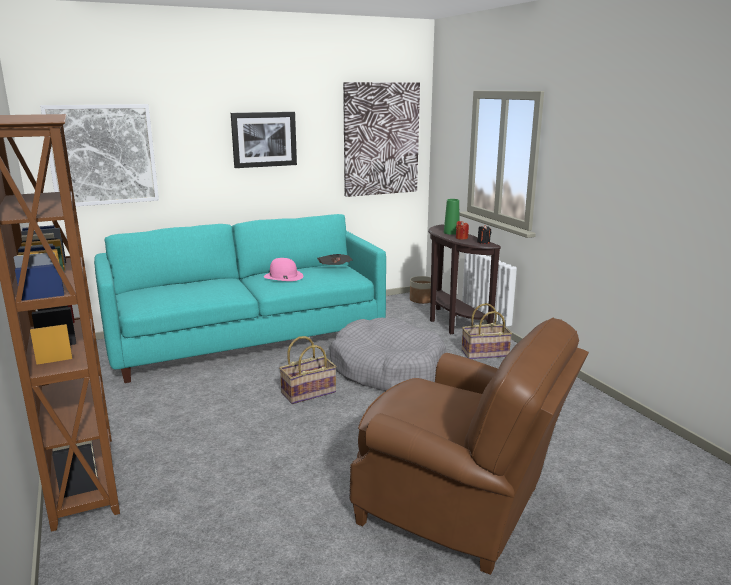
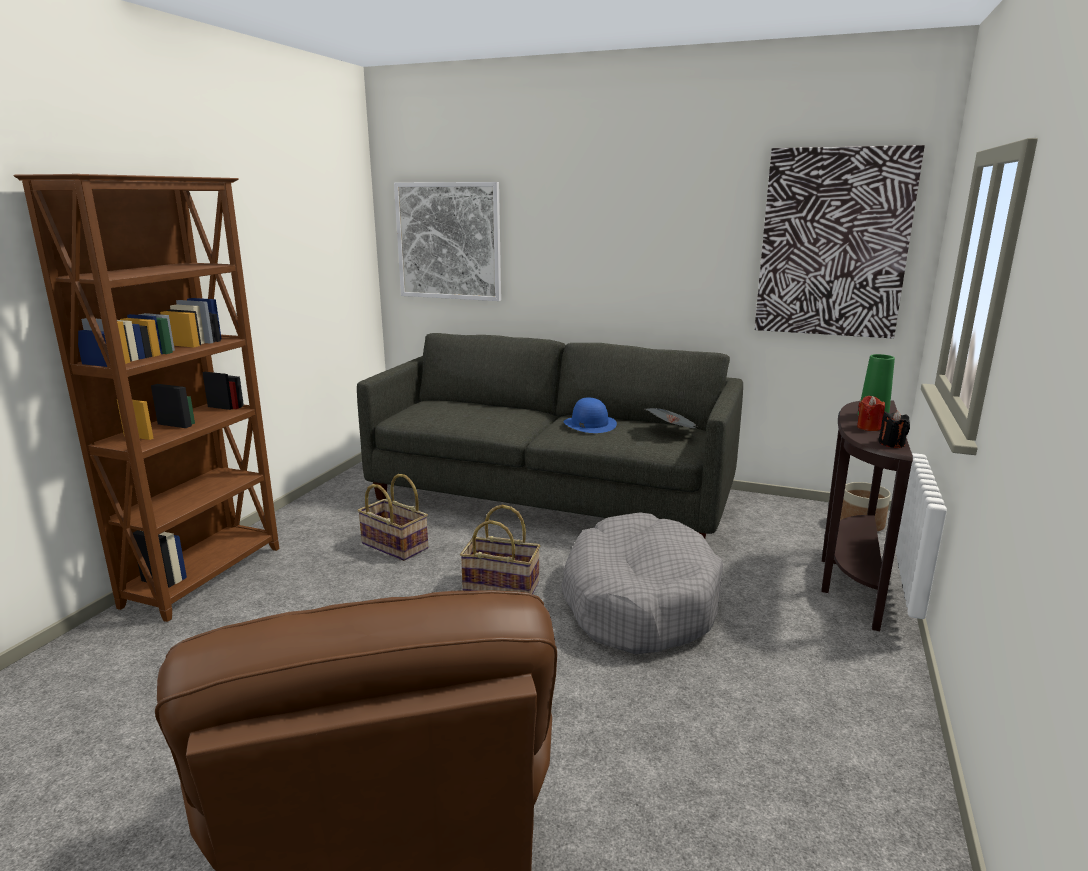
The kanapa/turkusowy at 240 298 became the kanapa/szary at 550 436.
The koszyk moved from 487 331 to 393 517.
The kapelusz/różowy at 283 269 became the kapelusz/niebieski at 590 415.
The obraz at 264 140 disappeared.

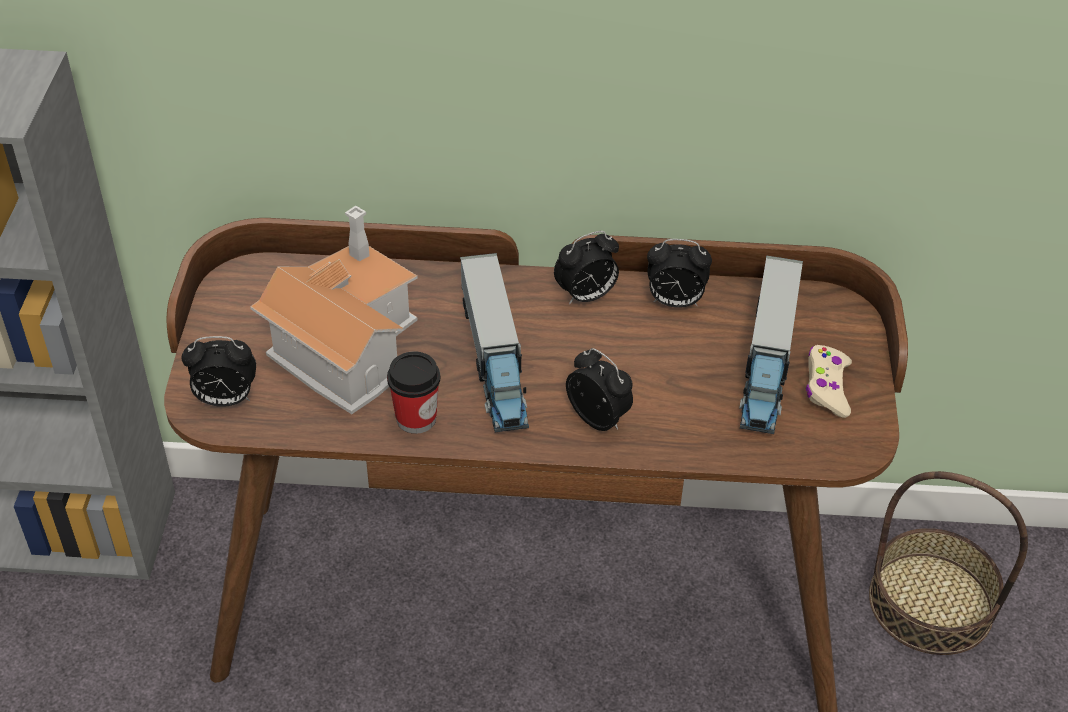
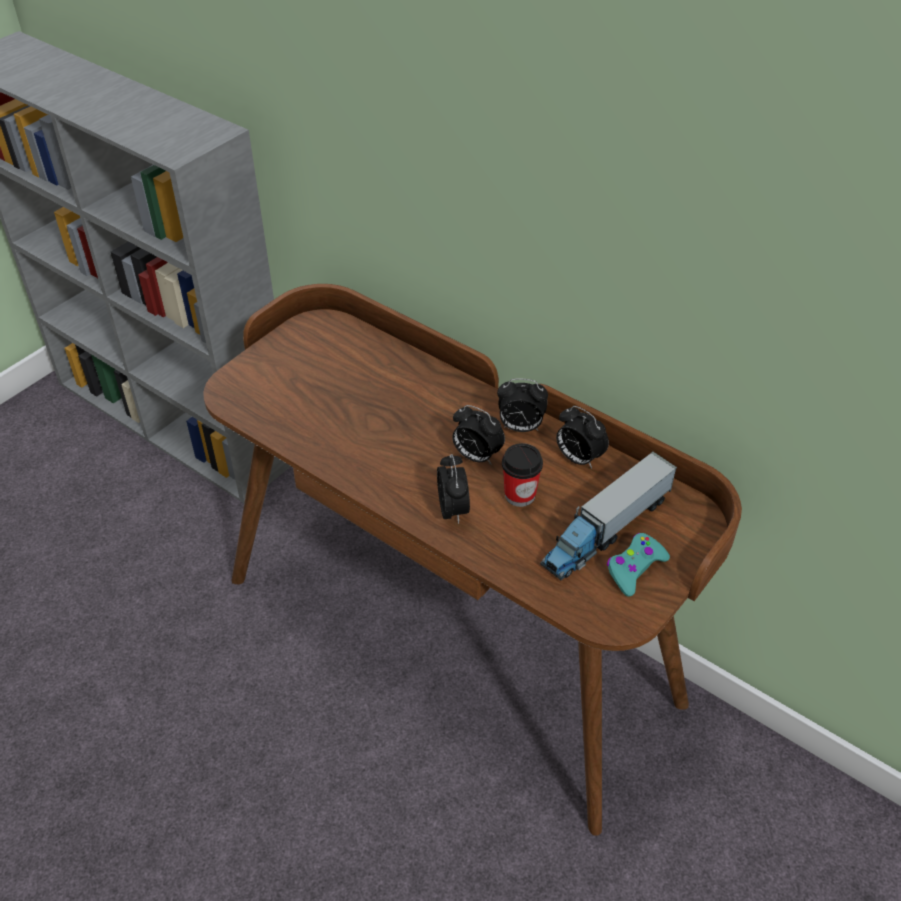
The budzik moved from 218 371 to 478 435.
The filiżanka moved from 414 392 to 522 475.
The pad do gier/beżowy at 829 381 became the pad do gier/turkusowy at 638 565.
The domek at 334 309 disappeared.
The ciężarówka zabawkowa at 494 342 disappeared.
The koszyk at 948 563 disappeared.

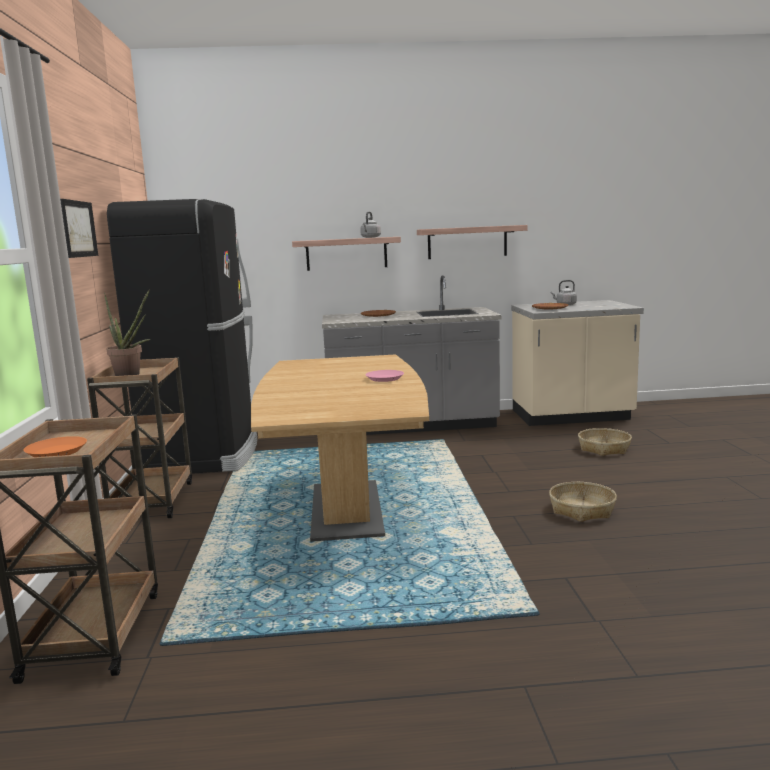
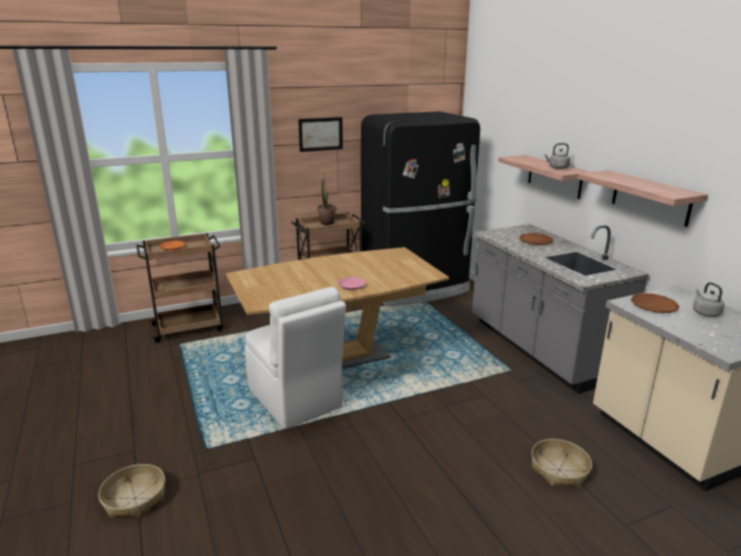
The koszyk moved from 583 502 to 131 491.
The krzesło/biały at 295 358 appeared.

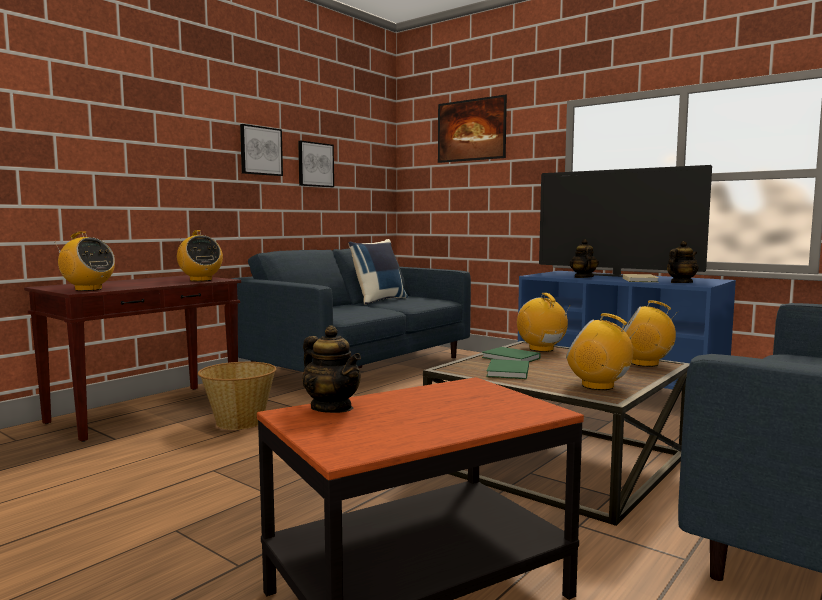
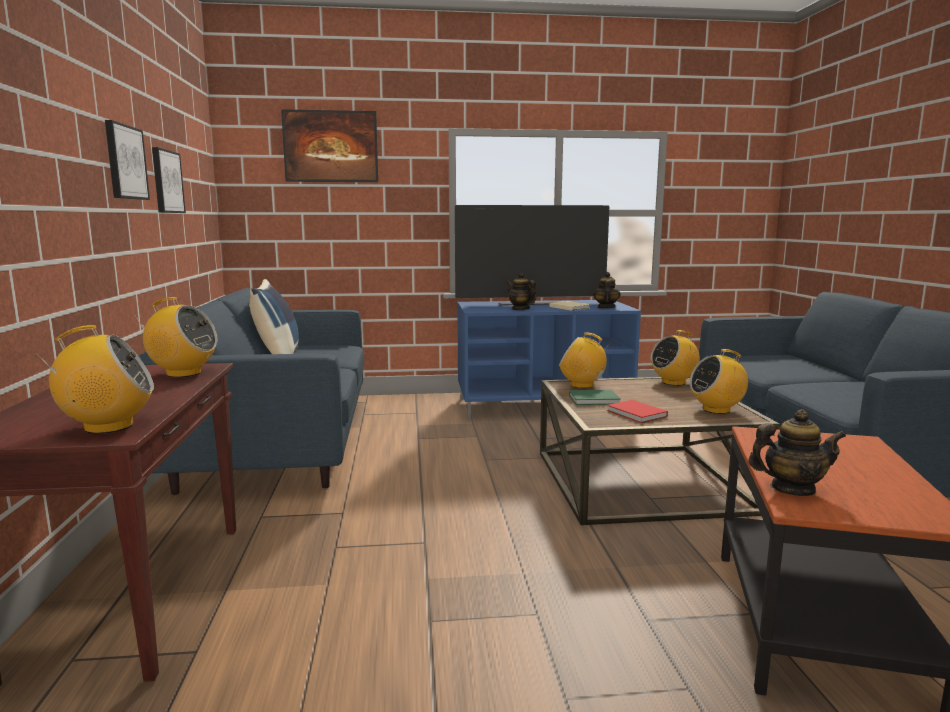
The książka/zielony at 507 369 became the książka/czerwony at 637 411.
The koszyk at 237 396 disappeared.

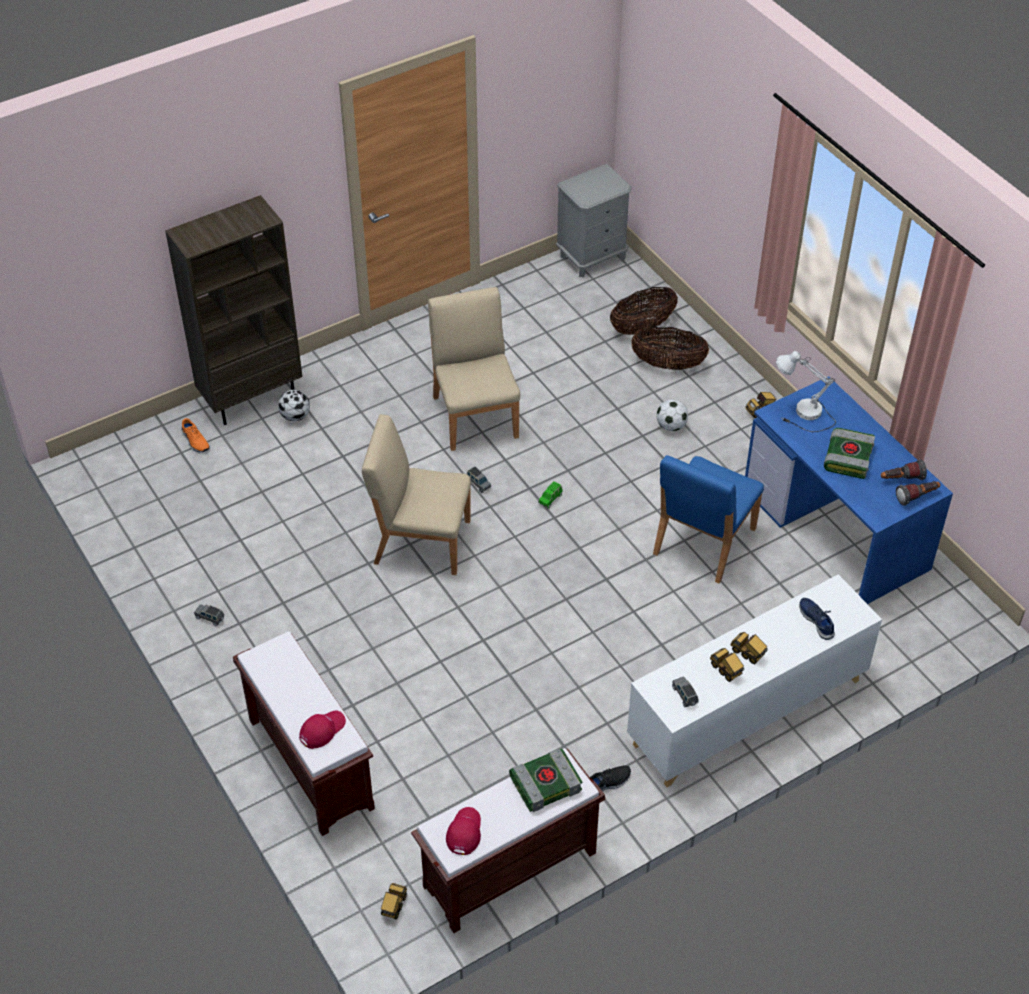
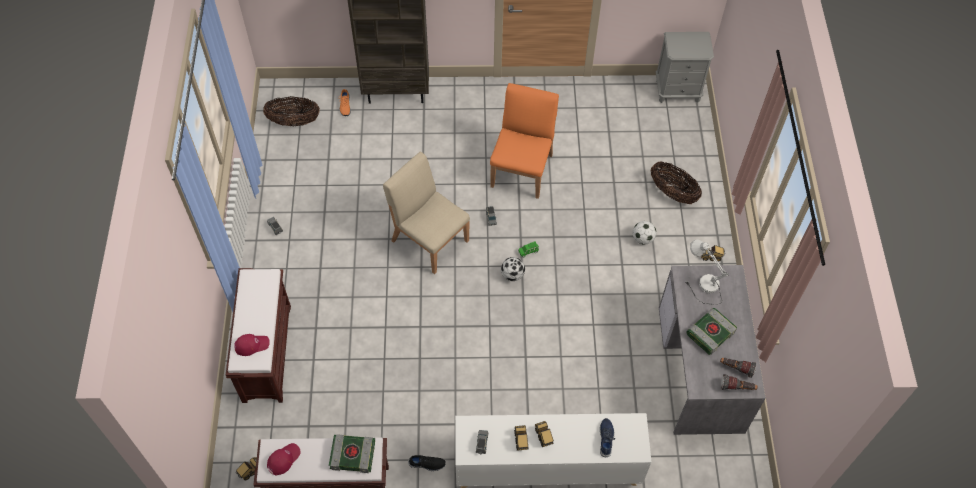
The koszyk moved from 644 311 to 291 111.
The krzesło/beżowy at 474 369 became the krzesło/pomarańczowy at 524 141.
The piłka futbolowa moved from 294 405 to 513 269.
The biurko/niebieski at 849 490 became the biurko/szary at 712 350.
The krzesło/niebieski at 708 519 disappeared.

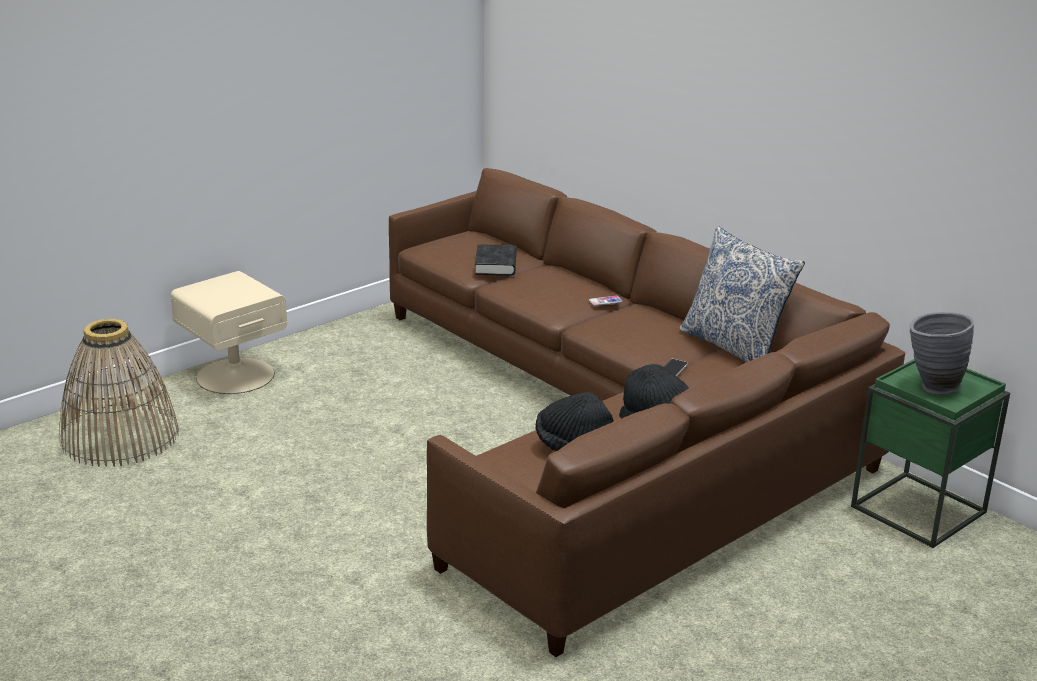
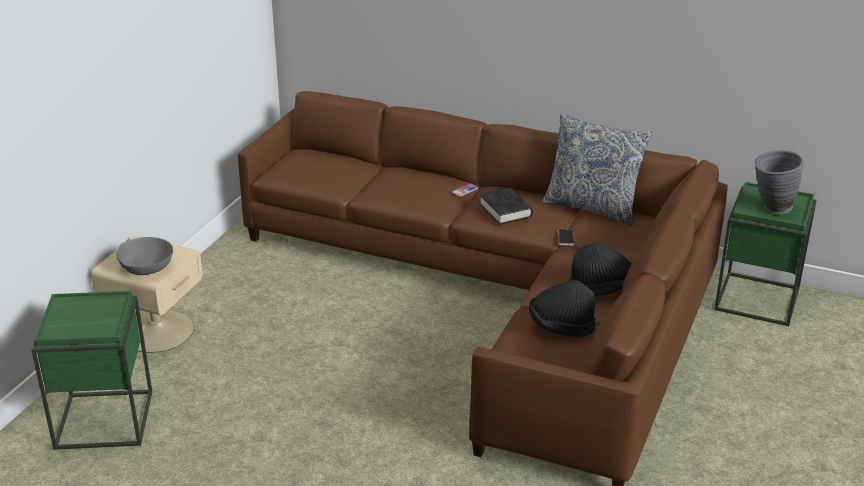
The koszyk at 119 393 was replaced by the stolik/zielony at 91 370.
The miska/szary at 144 256 appeared.
The książka/czarny moved from 496 259 to 506 206.

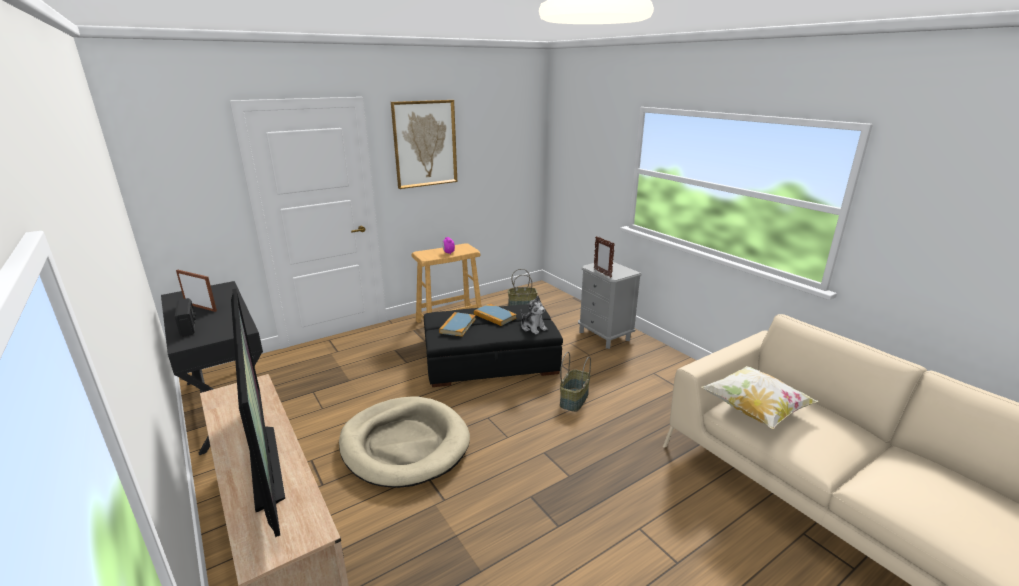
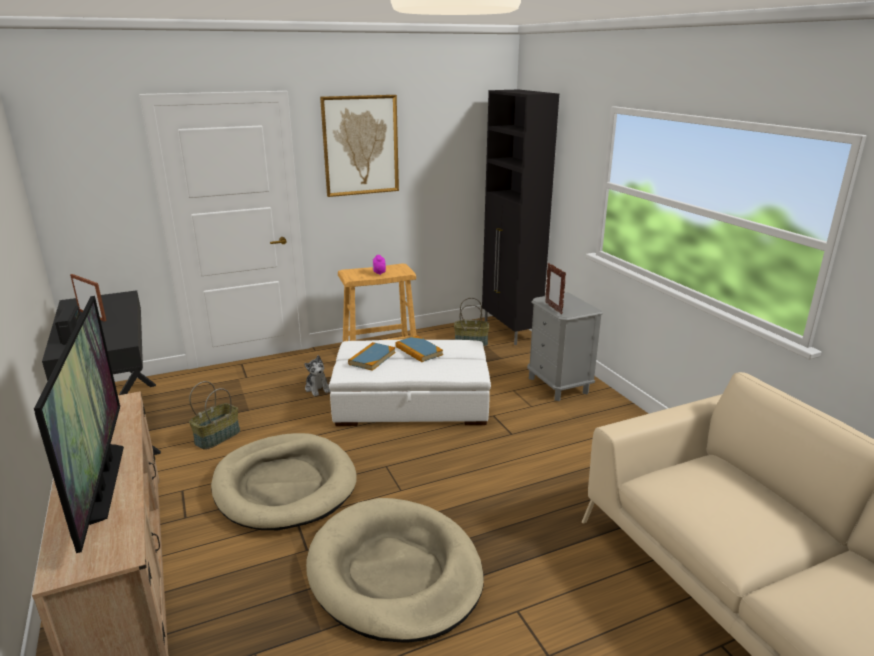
The koszyk moved from 575 382 to 214 415.
The pluszak moved from 534 315 to 317 375.
The legowisko/beżowy at 395 570 appeared.
The pufa/czarny at 493 345 became the pufa/biały at 410 383.
The szafka/czarny at 520 217 appeared.
The poduszka at 759 397 disappeared.

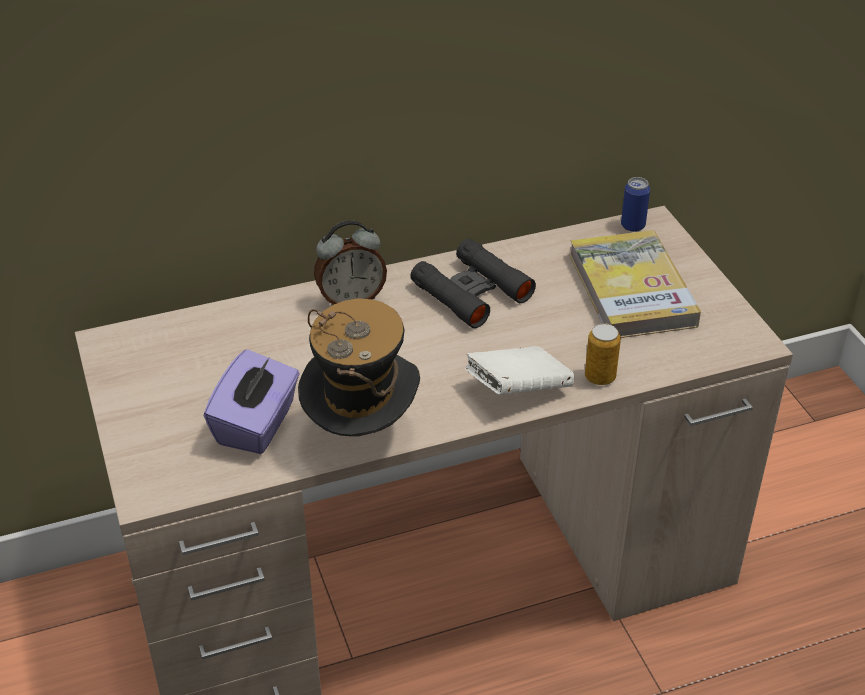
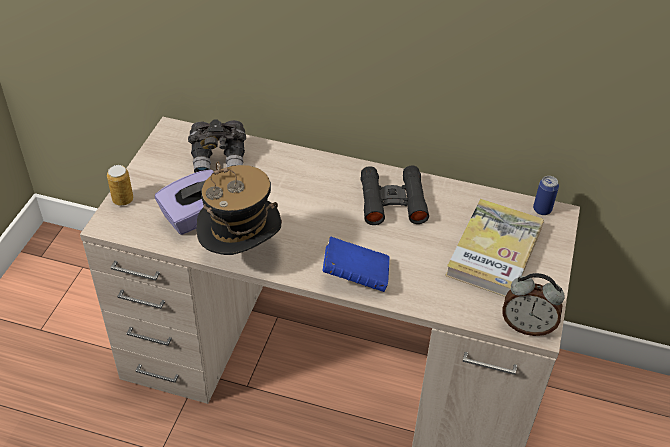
The puszka moved from 603 354 to 120 185.
The lornetka/szary at 217 146 appeared.
The książka/biały at 519 370 became the książka/niebieski at 356 264.
The budzik moved from 350 263 to 533 304.

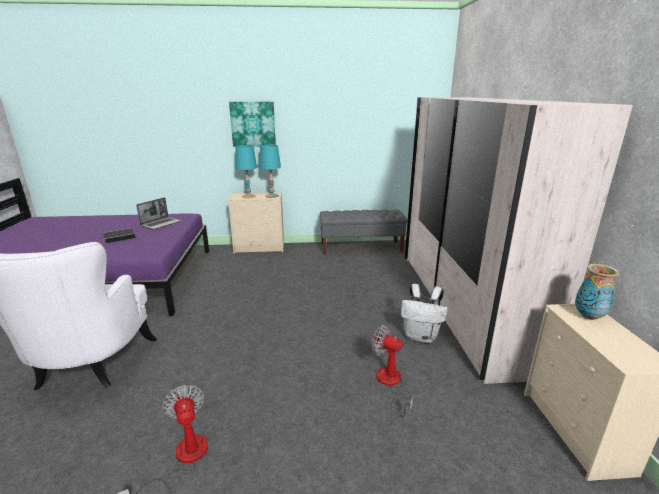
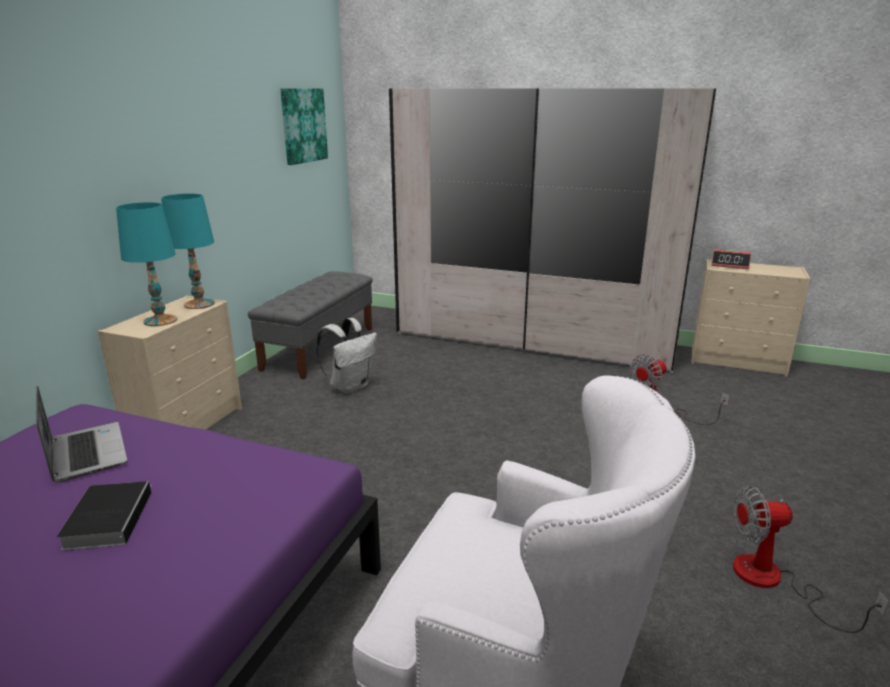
The obraz moved from 252 124 to 304 126.
The plecak/biały moved from 424 313 to 346 356.
The wazon at 597 292 was replaced by the budzik at 731 259.

